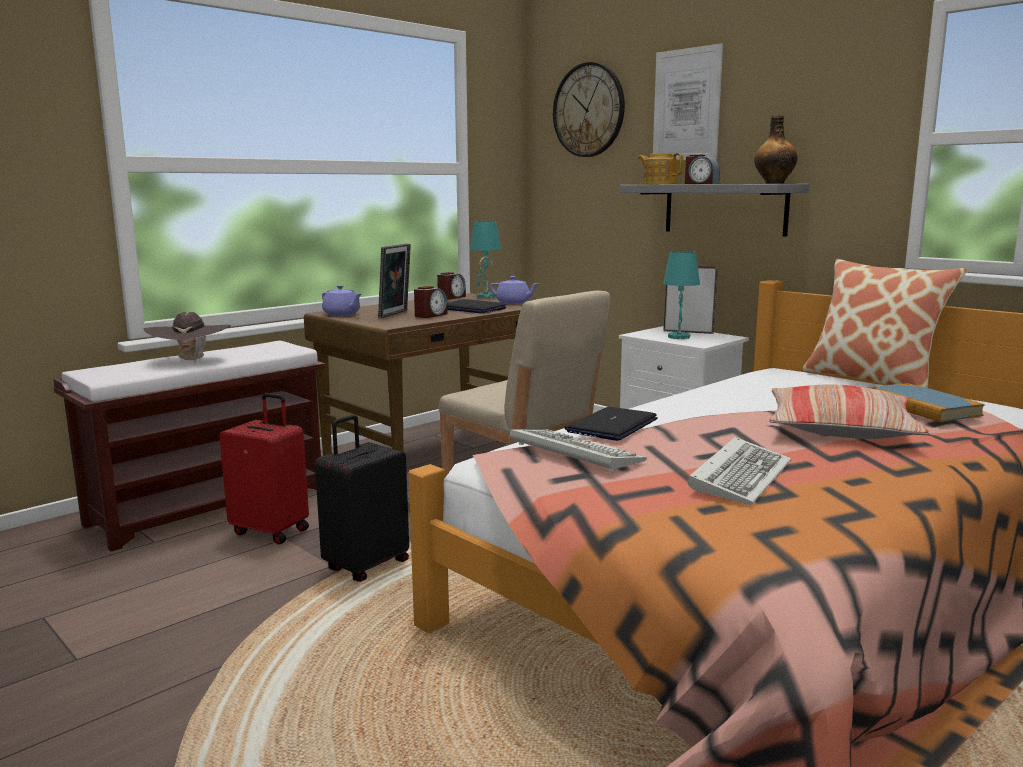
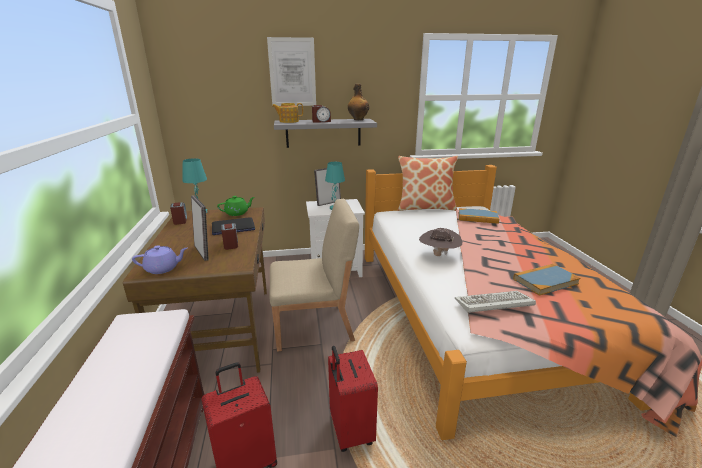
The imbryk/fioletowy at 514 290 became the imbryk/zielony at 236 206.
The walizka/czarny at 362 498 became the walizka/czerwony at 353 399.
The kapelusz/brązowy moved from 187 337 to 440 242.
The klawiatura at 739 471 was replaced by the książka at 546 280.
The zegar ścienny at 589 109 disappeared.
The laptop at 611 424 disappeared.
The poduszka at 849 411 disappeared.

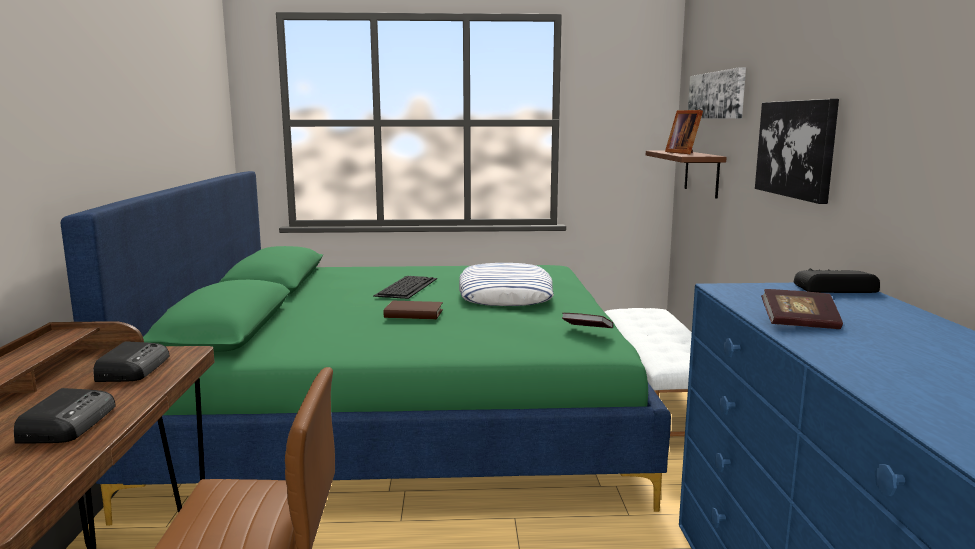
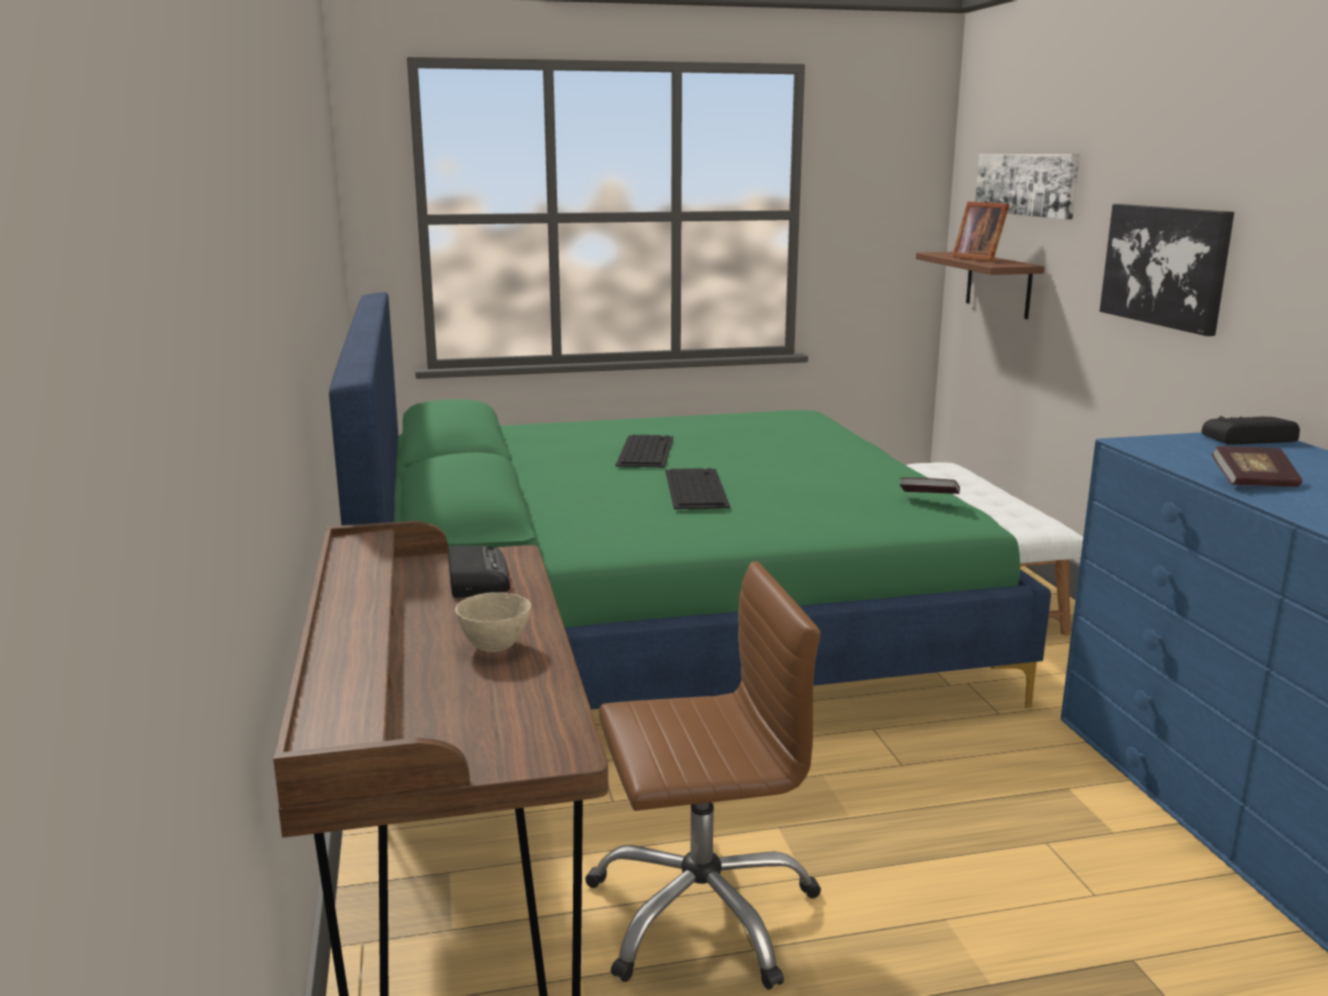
The radio at 65 416 was replaced by the miska/beżowy at 493 622.
The książka/brązowy at 413 310 was replaced by the klawiatura at 697 488.
The poduszka at 506 284 disappeared.

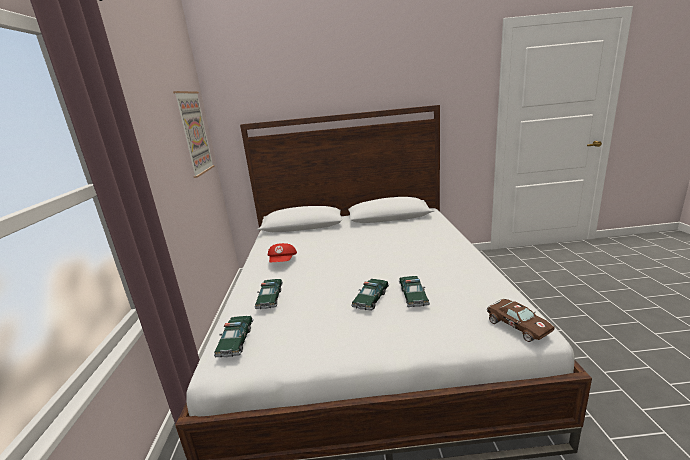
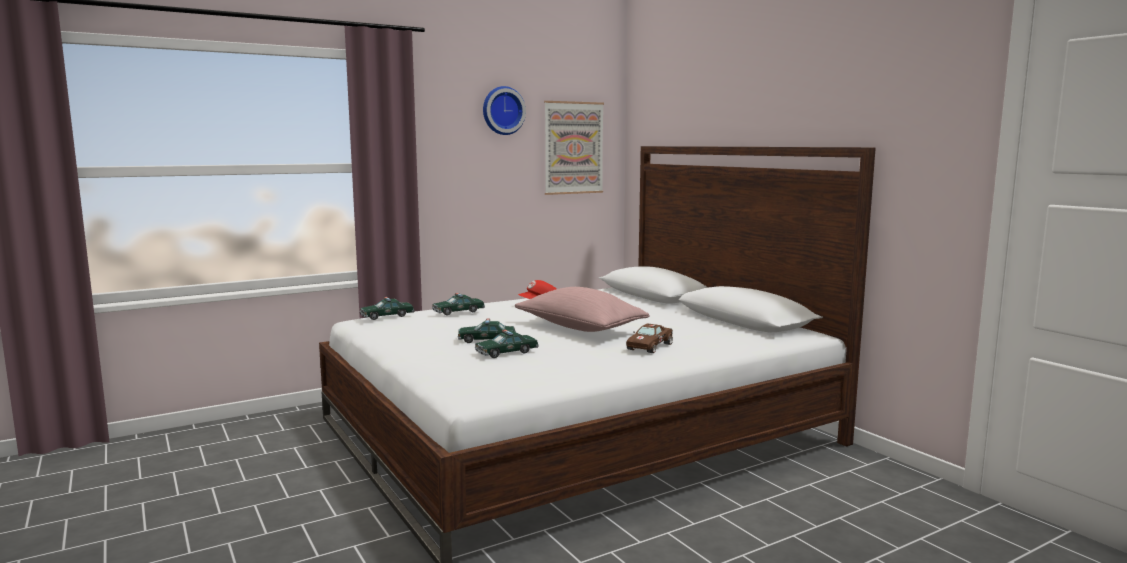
The zegar ścienny at 504 110 appeared.
The poduszka/różowy at 582 309 appeared.
The samochodzik/brązowy moved from 520 320 to 649 338.

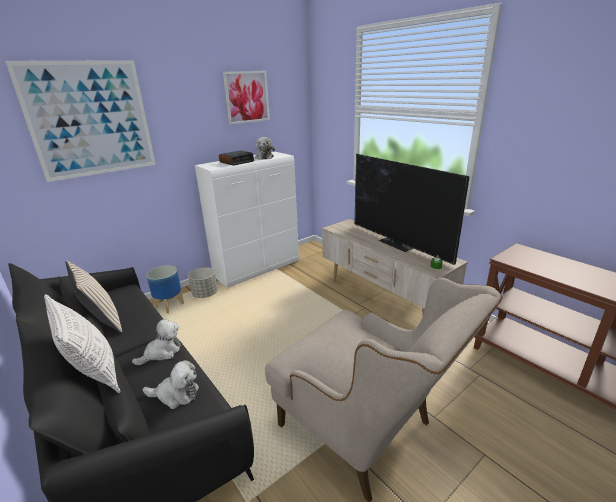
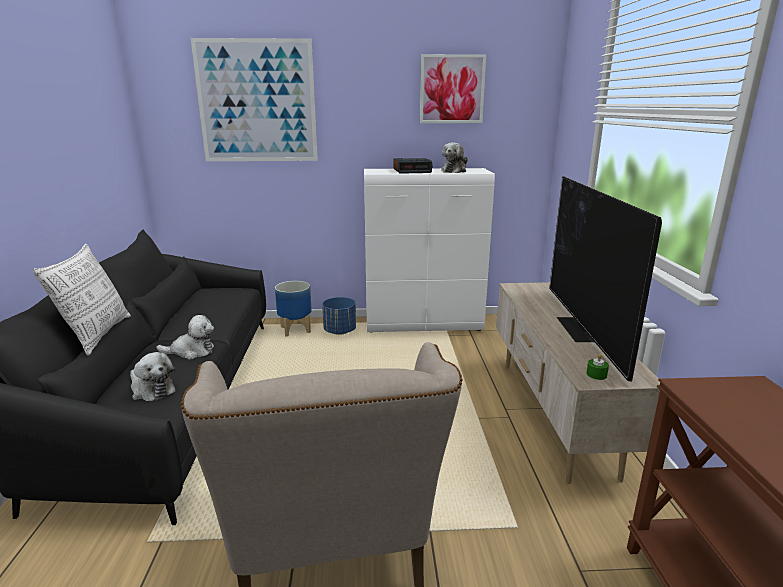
The donica/szary at 203 282 became the donica/niebieski at 339 316.
The poduszka/beżowy at 93 297 disappeared.

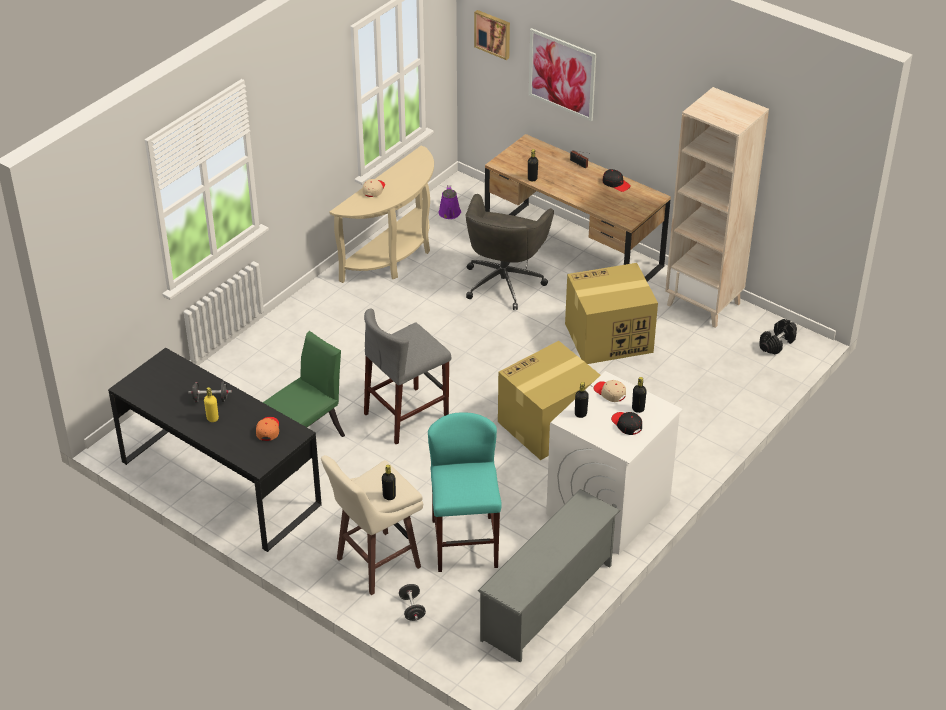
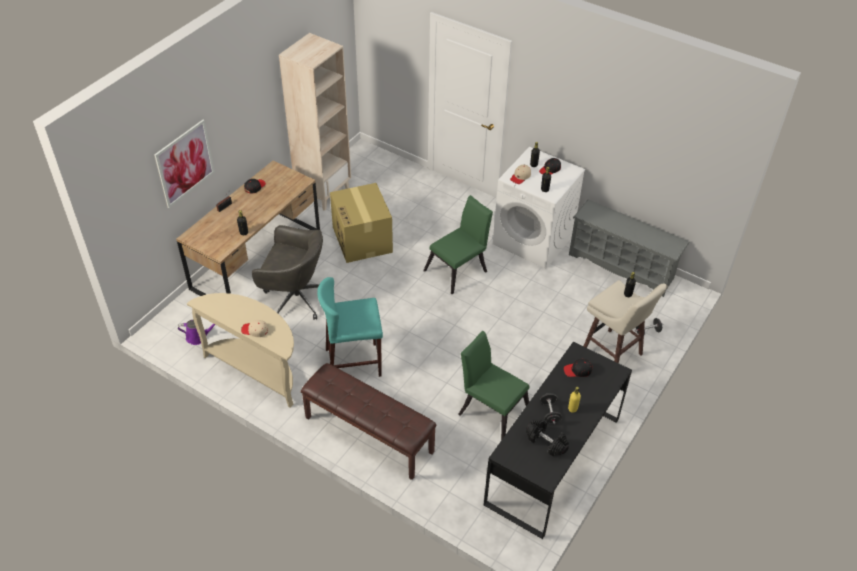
The ławka/brązowy at 368 421 appeared.
The stołek/turkusowy moved from 465 492 to 350 327.
The karton at 549 400 was replaced by the krzesło/zielony at 458 244.
The hantel/czarny moved from 778 337 to 547 437.
The czapka z daszkiem/pomarańczowy at 267 429 became the czapka z daszkiem/czarny at 578 368.
The stołek/szary at 407 377 disappeared.
The obraz at 492 35 disappeared.

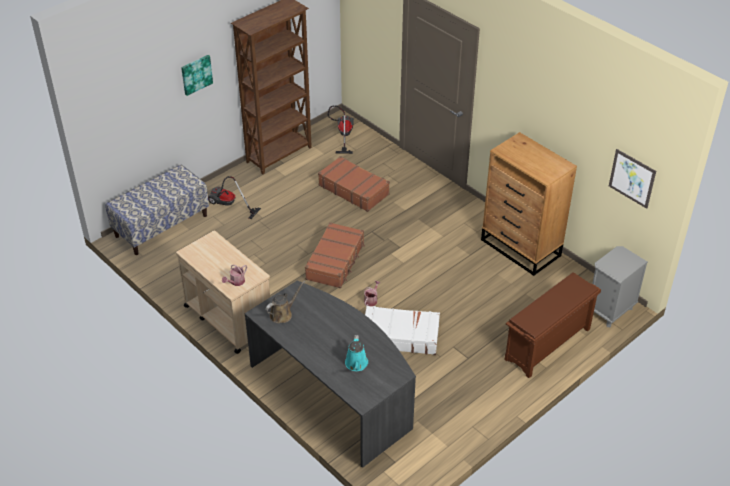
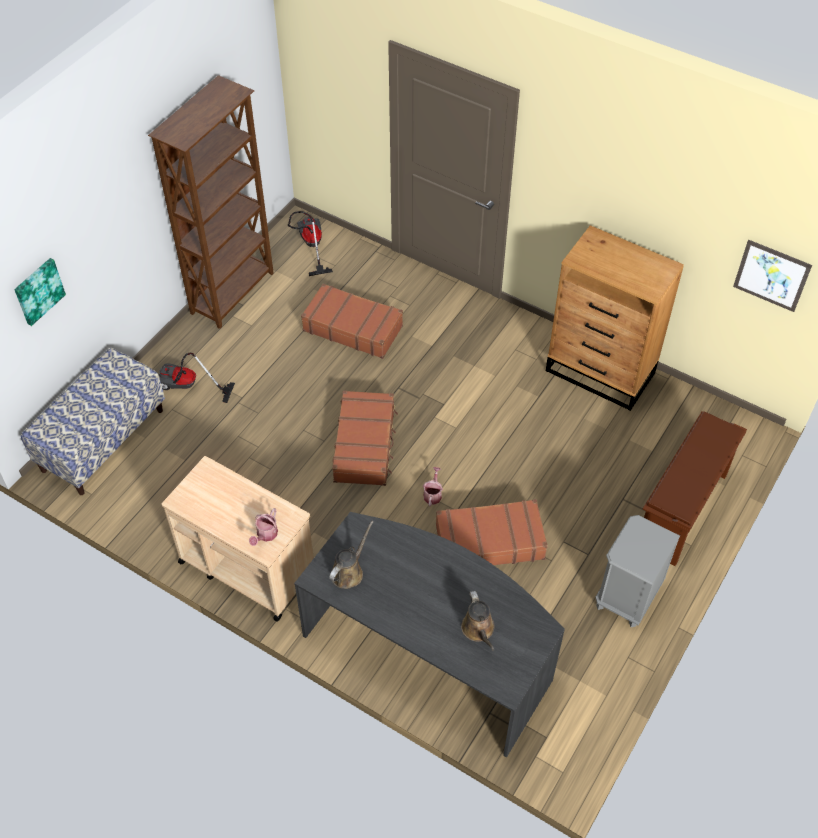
The obraz moved from 197 75 to 40 292.
The walizka/biały at 402 330 became the walizka/brązowy at 492 532.
The konewka/turkusowy at 356 353 became the konewka/brązowy at 477 621.
The szafka nocna/szary moved from 620 286 to 637 571.

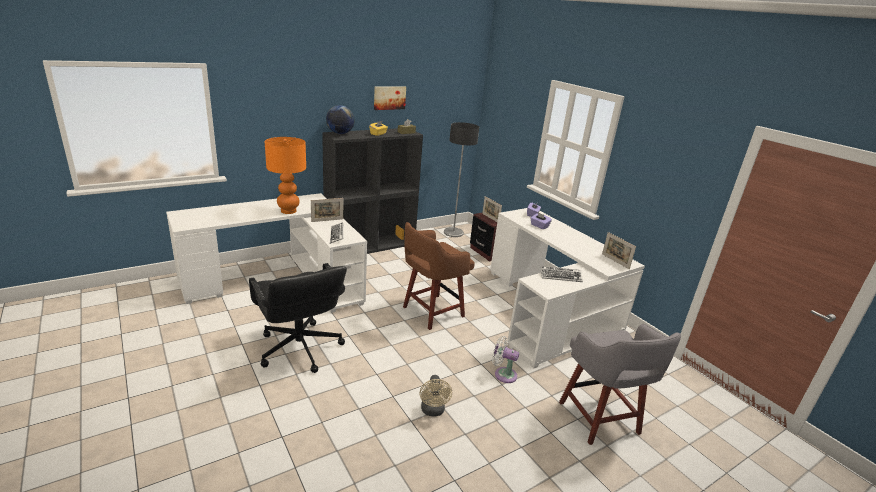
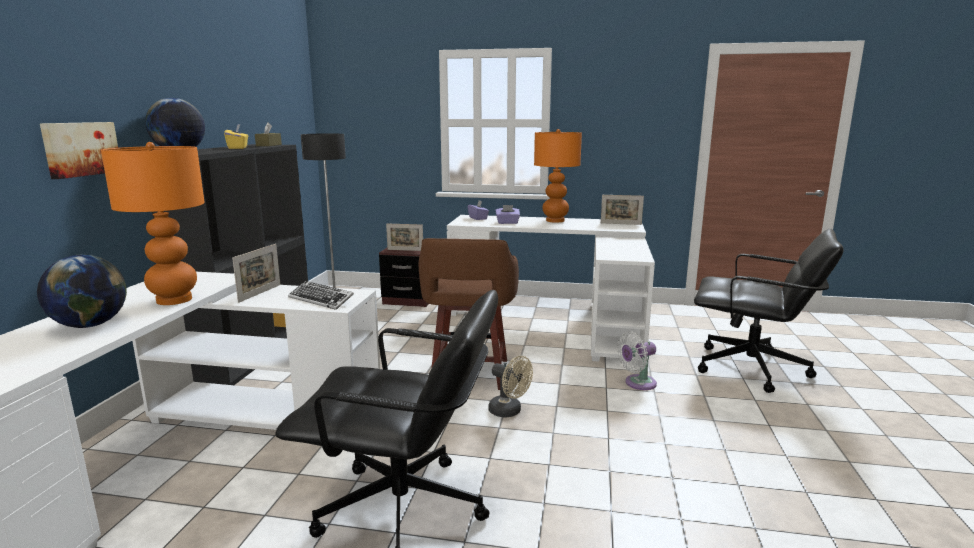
The globus at 82 291 appeared.
The obraz moved from 390 98 to 79 150.
The wentylator/beżowy moved from 436 395 to 510 387.
The lampa stołowa/pomarańczowy at 558 176 appeared.
The stołek/szary at 620 384 was replaced by the krzesło biurowe/czarny at 768 311.
The klawiatura at 562 274 disappeared.

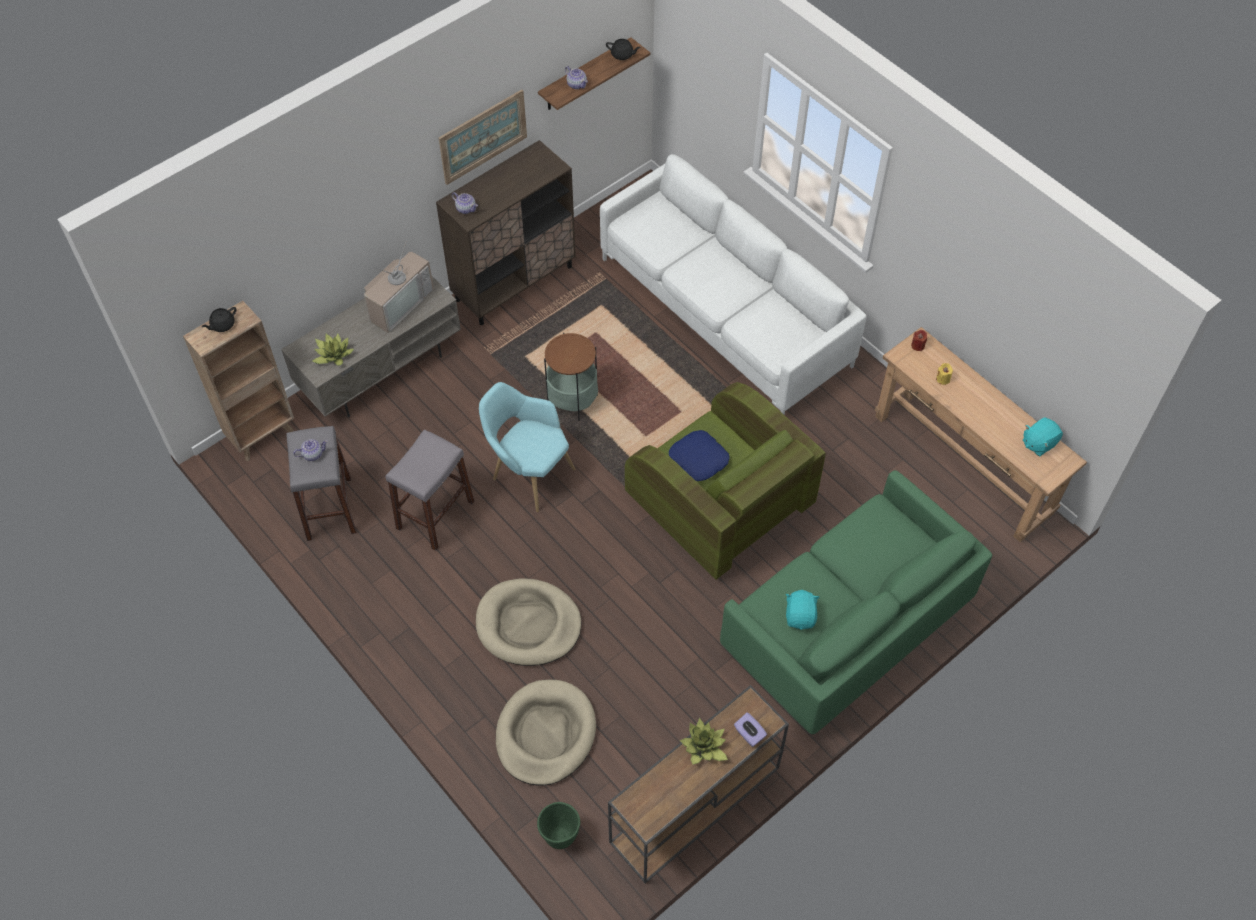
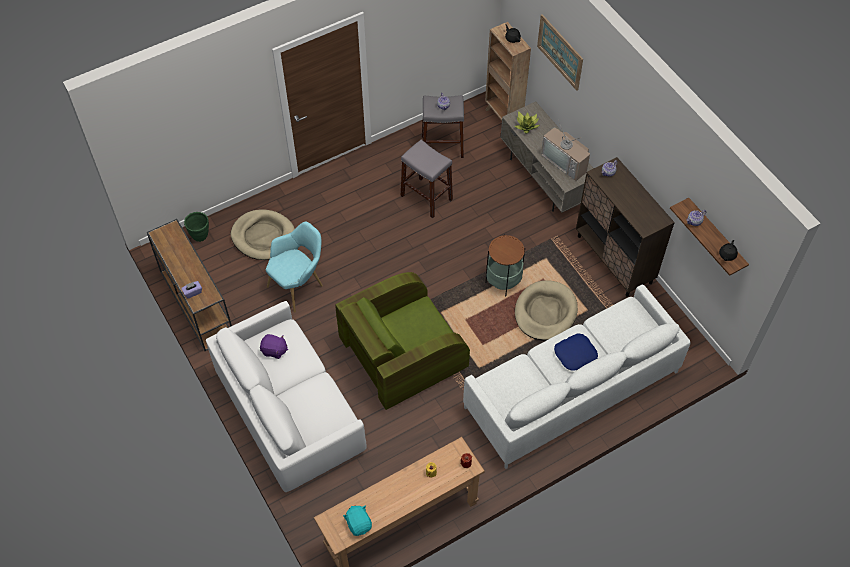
The kanapa/zielony at 856 602 became the kanapa/biały at 286 396.
The pluszak/turkusowy at 803 610 became the pluszak/fioletowy at 274 346.
The fotel/turkusowy moved from 527 447 to 294 267.
The legowisko/beżowy moved from 529 622 to 546 310.
The obraz moved from 483 137 to 560 52.
The poduszka/niebieski moved from 699 455 to 576 352.
The roślina doniczkowa at 704 741 disappeared.

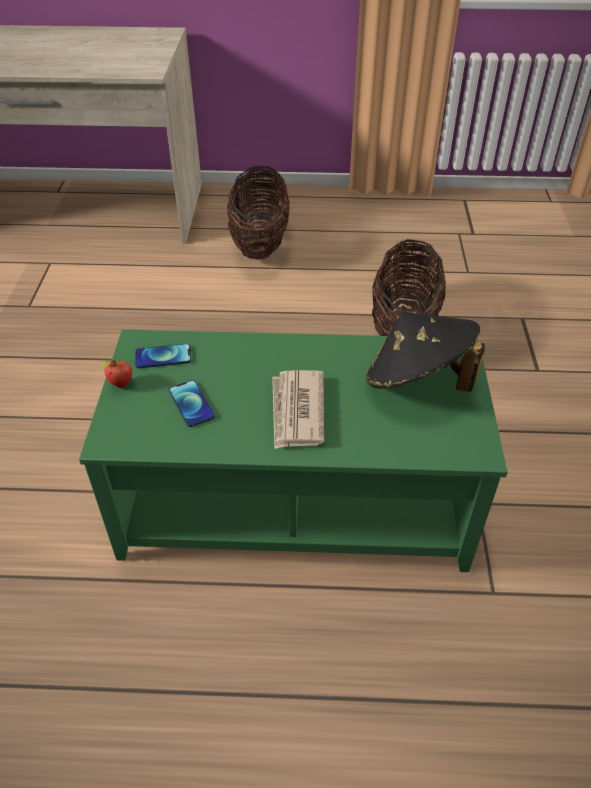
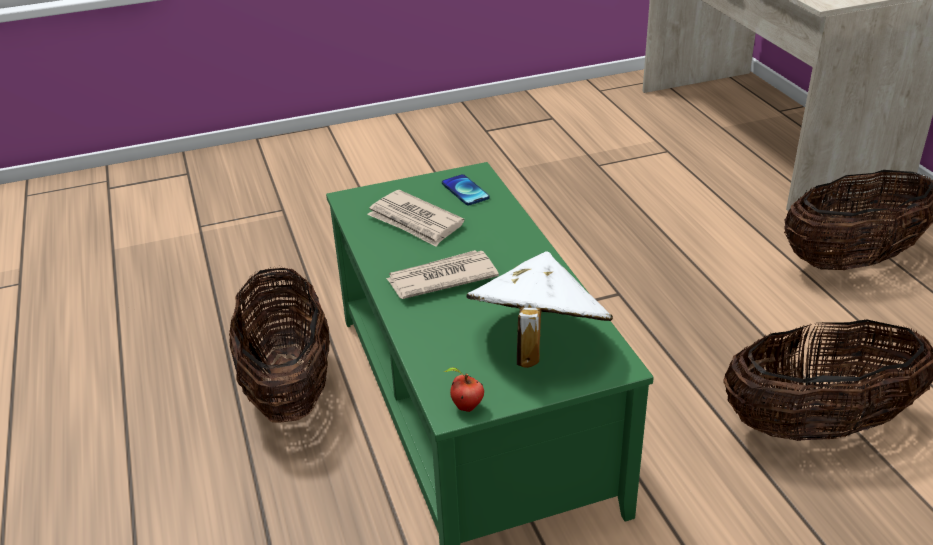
The koszyk at 279 345 appeared.
The telefon at 192 403 was replaced by the gazeta at 416 218.
The jabłko moved from 117 373 to 464 389.
The kapelusz/czarny at 425 351 became the kapelusz/biały at 539 309.

